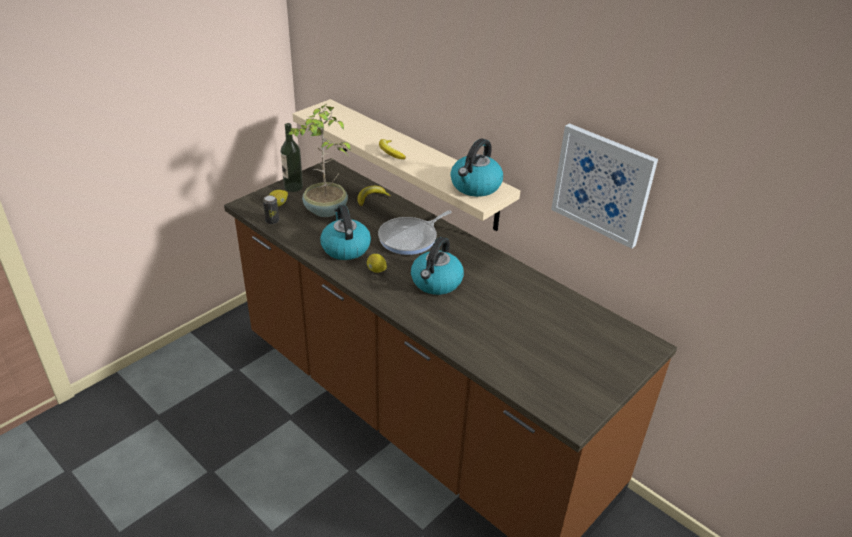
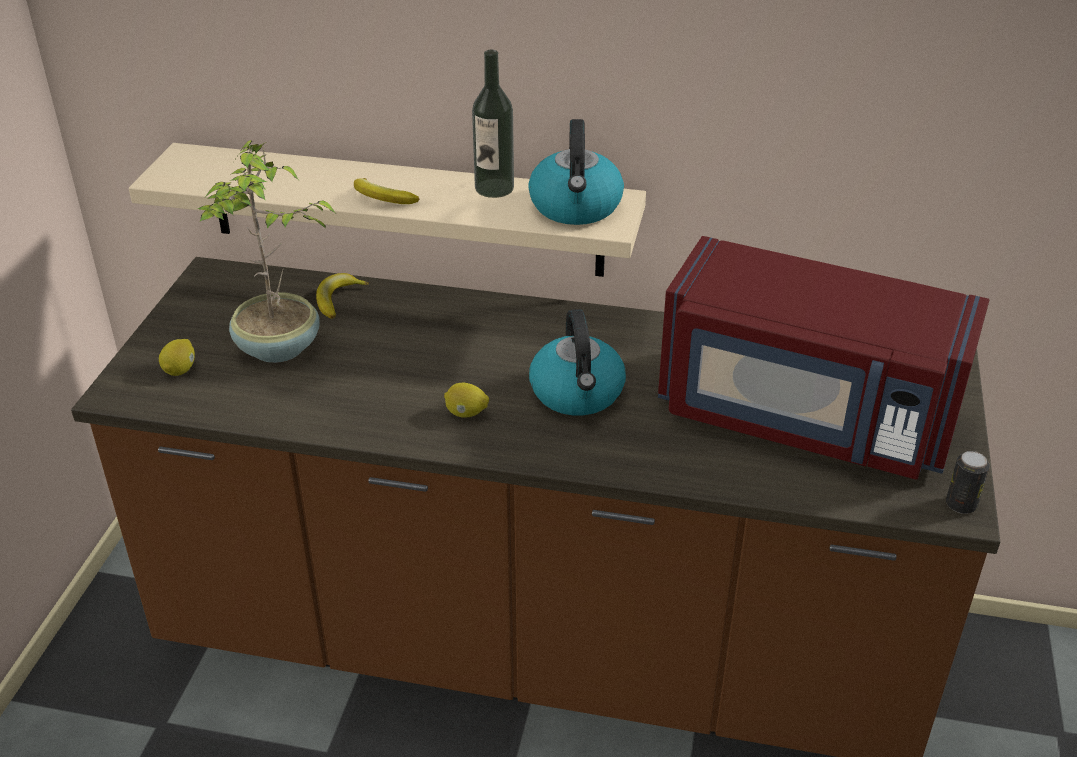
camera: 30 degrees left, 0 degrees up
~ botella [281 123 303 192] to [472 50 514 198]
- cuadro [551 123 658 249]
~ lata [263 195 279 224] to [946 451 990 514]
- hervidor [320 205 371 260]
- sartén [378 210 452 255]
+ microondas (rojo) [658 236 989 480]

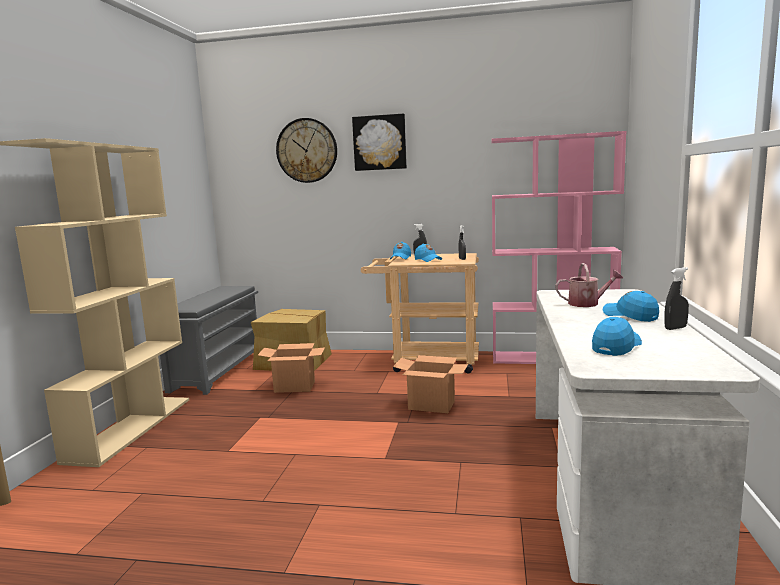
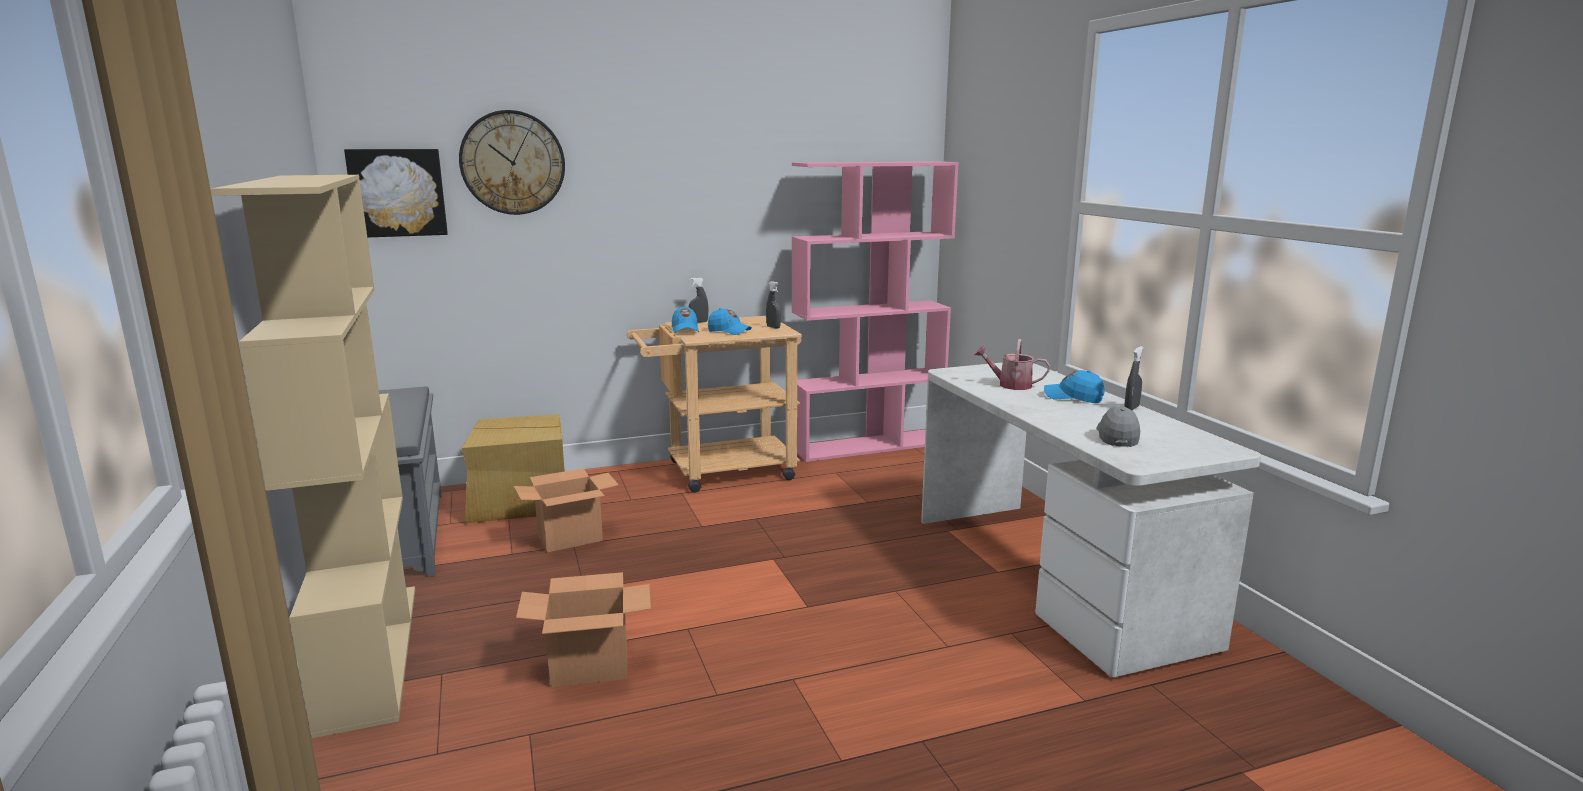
camera: 30 degrees left, 5 degrees up
~ cuadro [352 114 407 171] to [344 149 448 238]
~ regadera [555 263 623 307] = [974 339 1050 390] 135 degrees counterclockwise
~ gorra (azul) [592 317 642 356] to gorra (gris) [1096 406 1140 447]
~ caja de cartón [393 355 468 413] to [516 572 651 687]

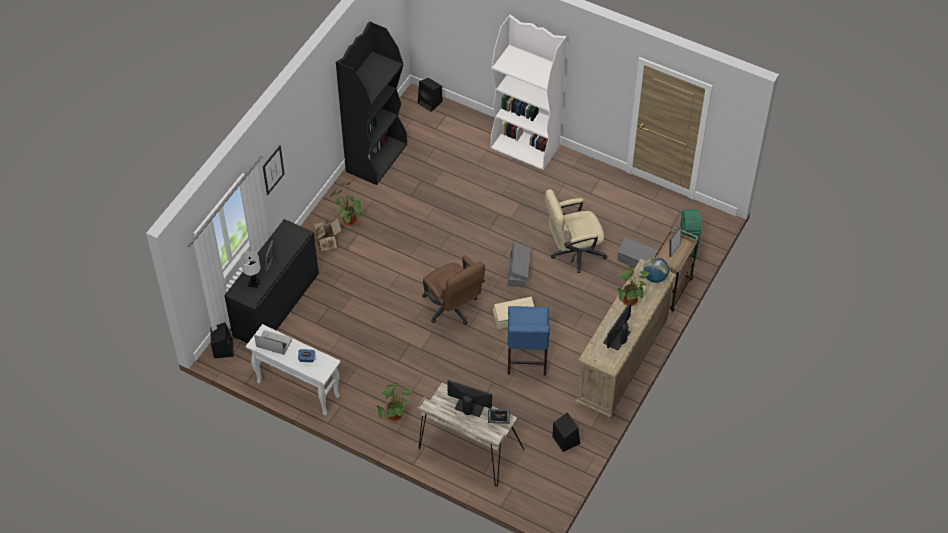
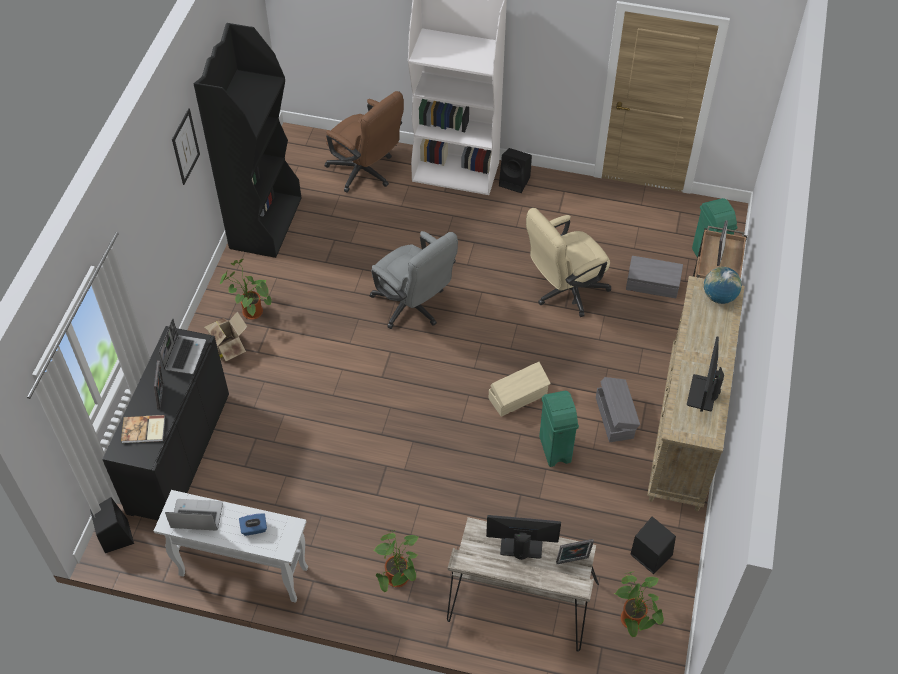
camera: 15 degrees left, 0 degrees up
~ altavoz (negro) [418 78 442 112] to [499 148 532 193]
~ cuadro [263 145 285 195] to [172 108 200 185]
~ caja de almacenaje (gris) [508 242 530 287] to [596 377 640 442]
~ lámpara de mesa (blanco) [241 251 261 288] to libro [121 415 165 443]
~ silla de oficina (marrón) [422 255 485 325] to [325 91 404 193]
~ planta en maceta [618 266 650 306] to [614 572 664 638]
~ silla (azul) [507 306 550 376] to papelera (verde) [539 390 579 467]
+ silla de oficina (gris) [370 231 458 329]
+ portátil [159 318 206 374]

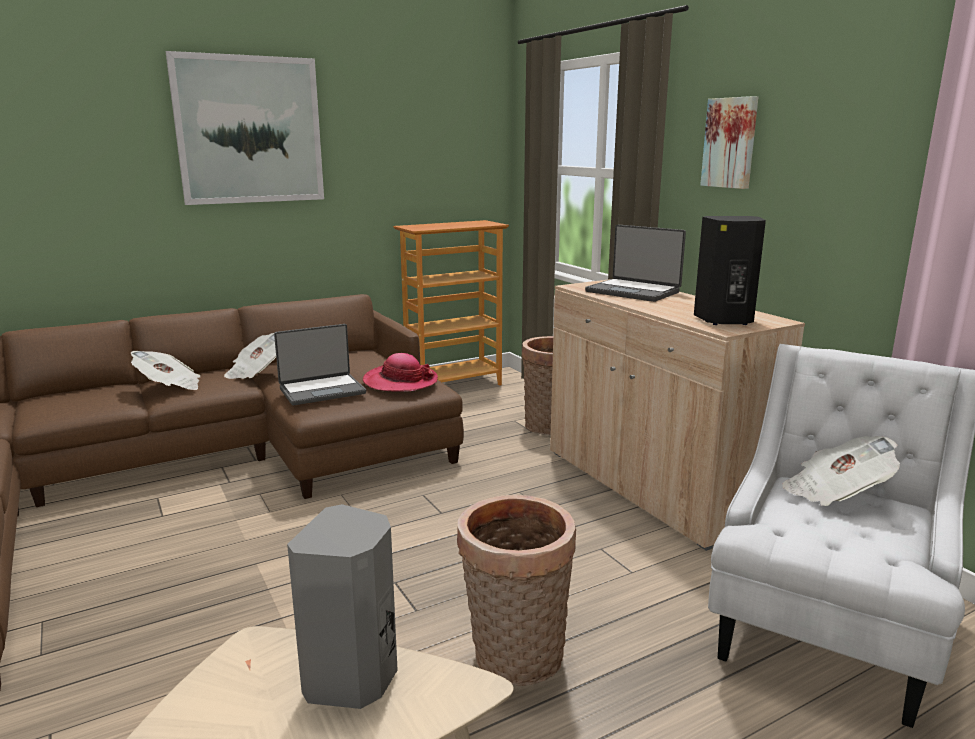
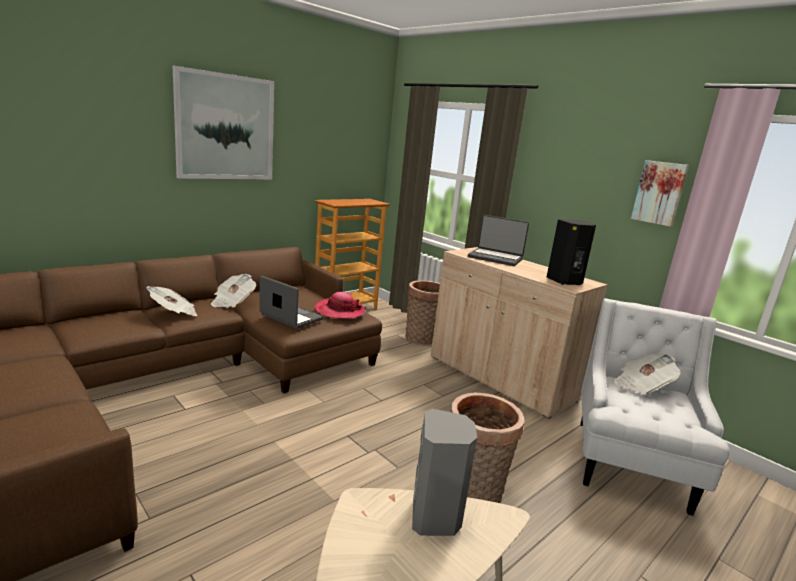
camera: 15 degrees left, 0 degrees up
~ cuadro [700 96 758 189] to [631 160 689 227]
~ portátil [274 324 366 405] = [259 276 324 329] 105 degrees counterclockwise

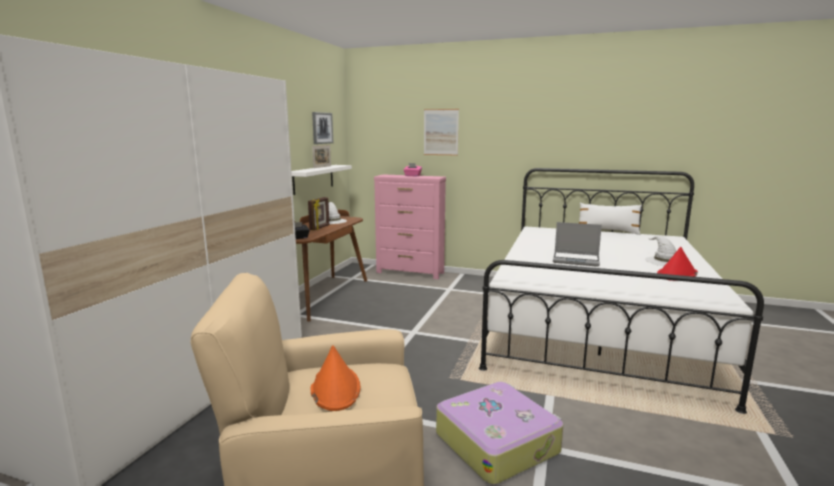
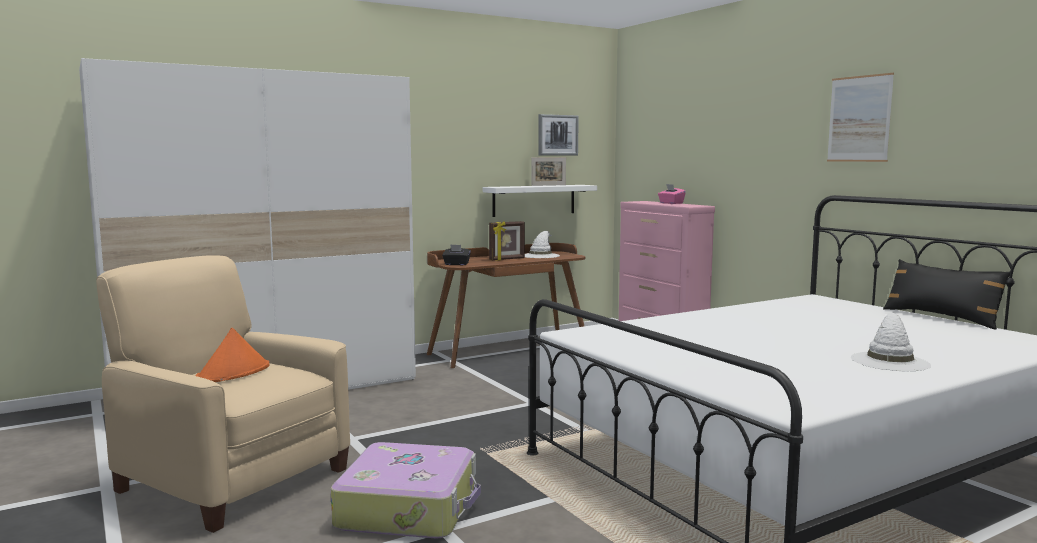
camera: 40 degrees right, 5 degrees down
~ cuadro [424 109 459 156] to [827 73 894 162]
~ cojín (blanco) [579 203 642 235] to cojín (negro) [883 259 1010 329]
- portátil [553 222 602 267]
- sombrero (rojo) [657 247 698 281]

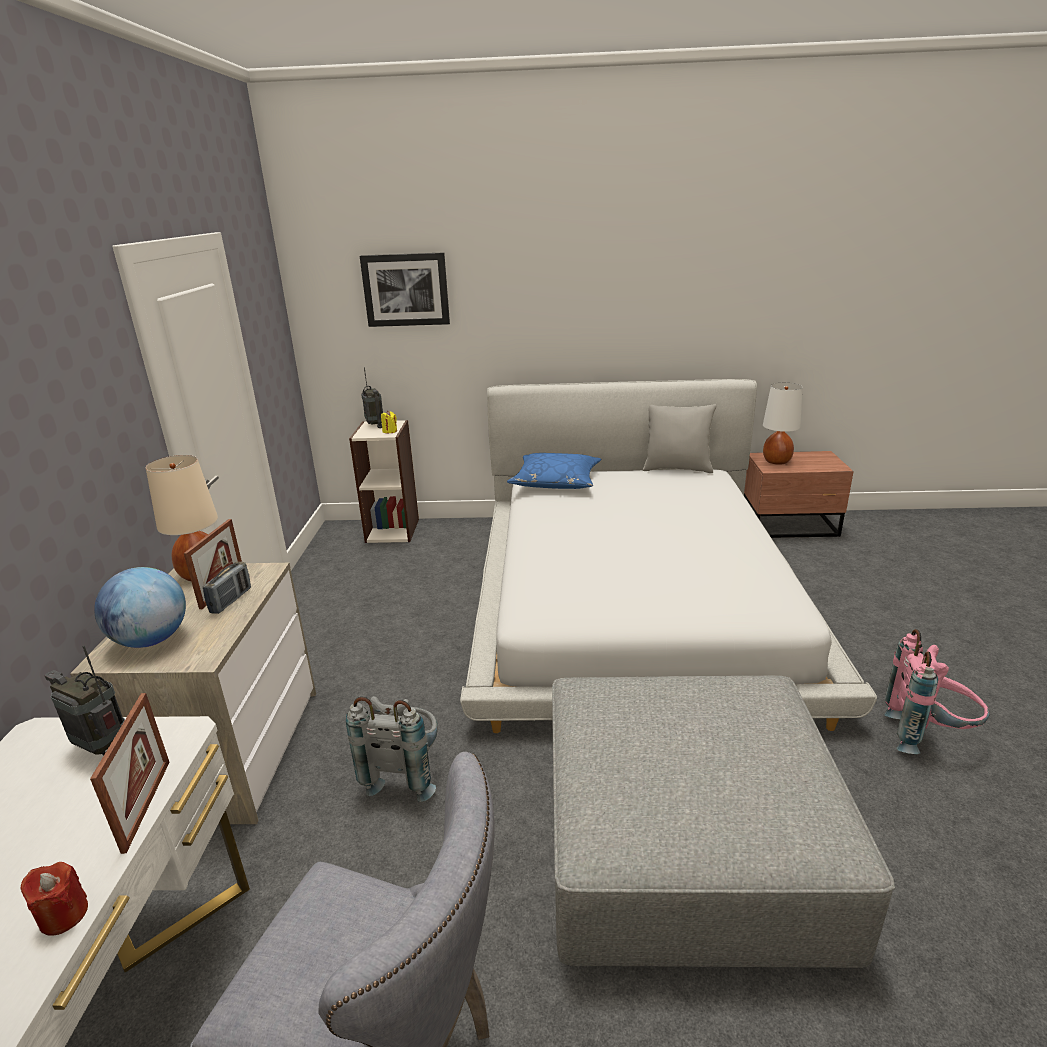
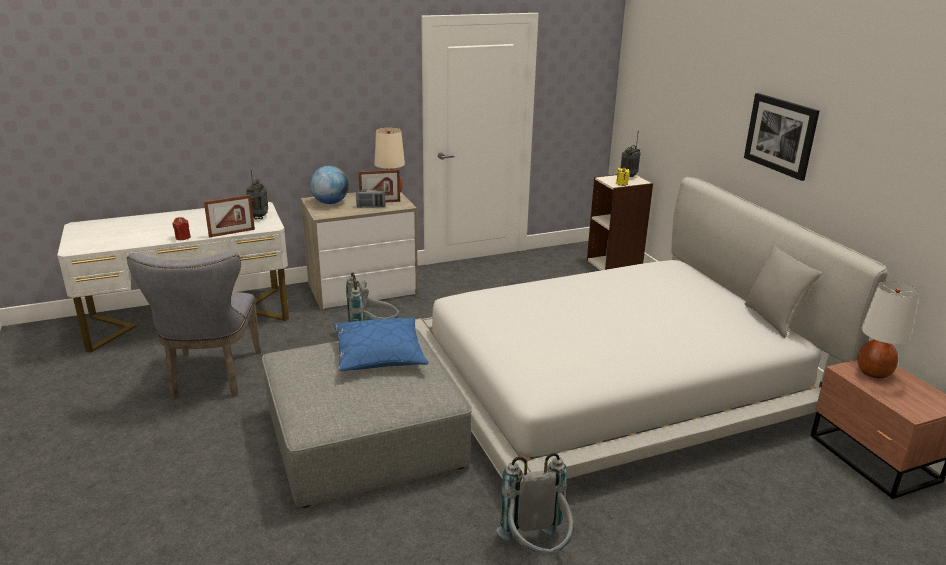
camera: 65 degrees right, 0 degrees up
~ cuadro [360 252 450 327] to [744 93 819 181]
~ cojín (azul) [507 453 601 489] to [334 318 428 371]
~ mochila (rosa) [884 629 990 754] to mochila (gris) [496 453 574 554]

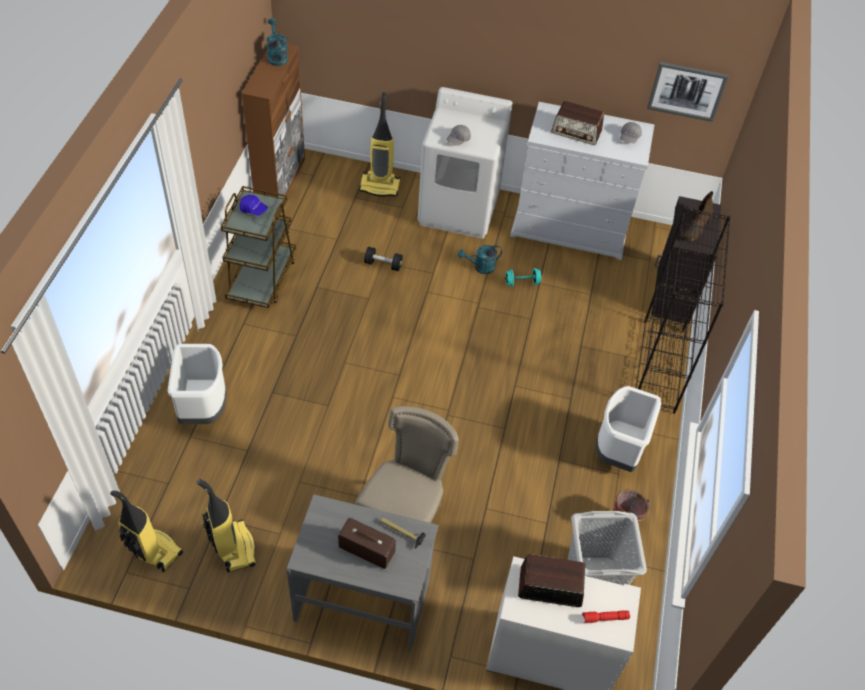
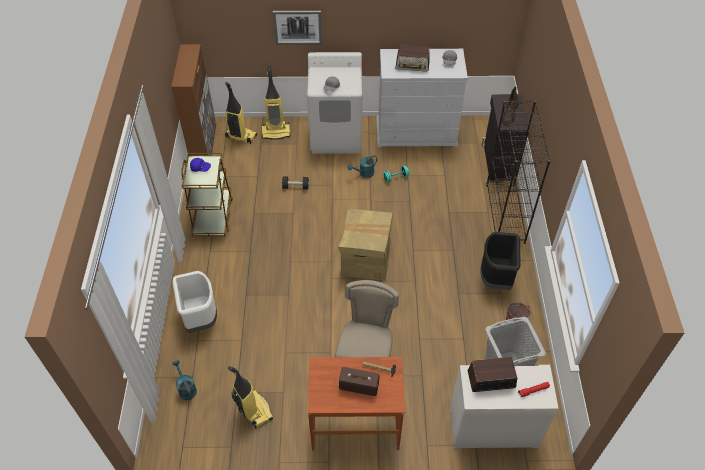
camera: 10 degrees left, 0 degrees up
~ regadera (turquesa) [266 18 288 66] to [172 360 197 400]
~ cuadro [647 62 729 122] to [273 11 322 45]
~ papelera (blanco) [596 386 661 472] to papelera (negro) [480 232 520 290]
~ aspiradora [110 490 183 572] to [225 82 257 144]
~ escritorio (gris) [287 494 439 652] to escritorio (marrón) [308 357 405 451]
+ caja de cartón [338 209 393 281]

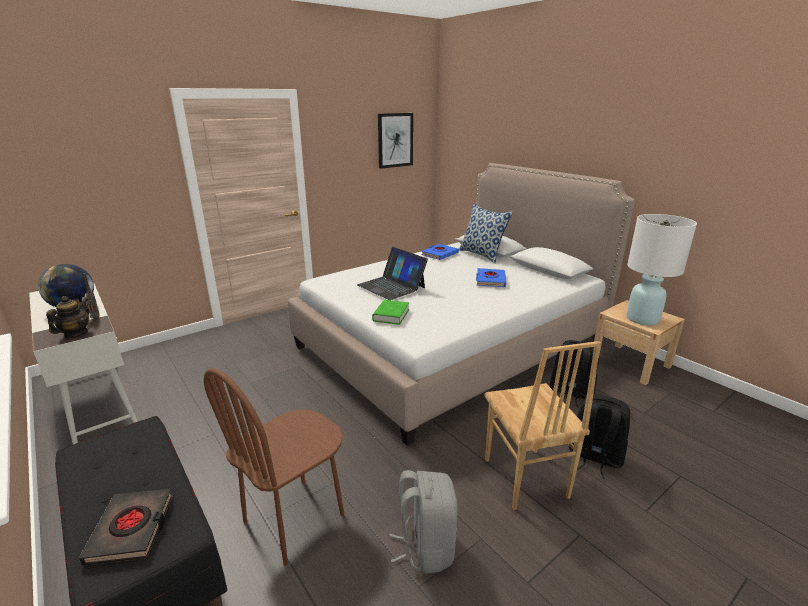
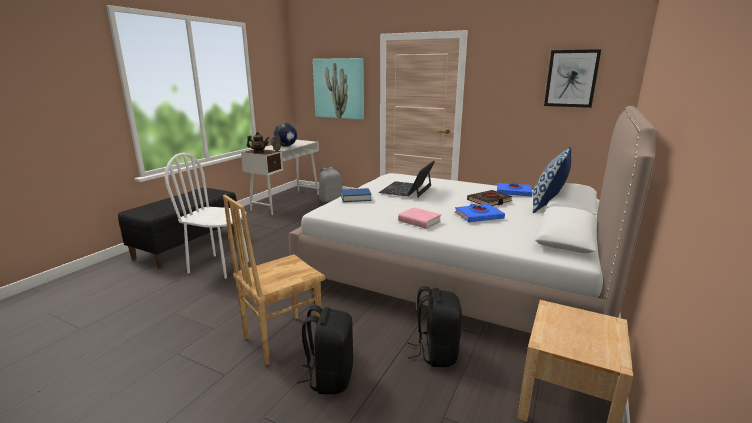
camera: 65 degrees right, 5 degrees down
- lámpara de mesa (blanco) [627 214 697 325]
~ libro (verde) [372 300 409 325] to libro (azul) [341 188 372 202]
~ silla (marrón) [204 368 344 566] to silla (blanco) [165 153 249 279]
~ mochila (gris) [389 470 458 574] to [319 167 342 202]
~ libro (negro) [78 489 173 566] to [467 190 513 206]
+ cuadro [313 58 364 120]
+ libro (rosa) [398 208 441 229]

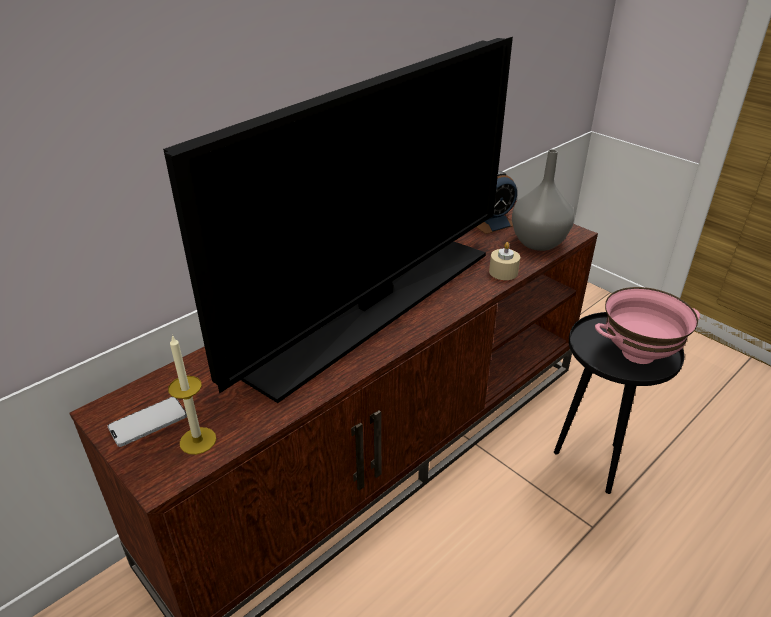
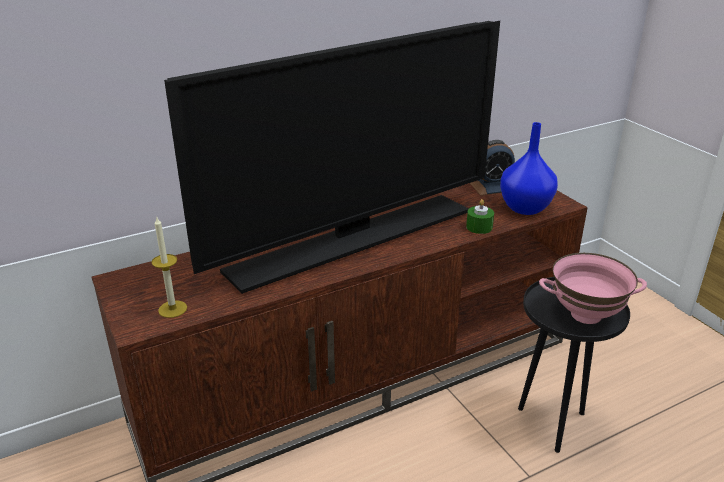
camera: 15 degrees right, 5 degrees down
~ florero (gris) [512 149 574 251] to florero (azul) [500 122 558 215]
~ vela (beis) [489 242 520 280] to vela (verde) [466 199 494 234]
- móvil [108 397 187 447]

